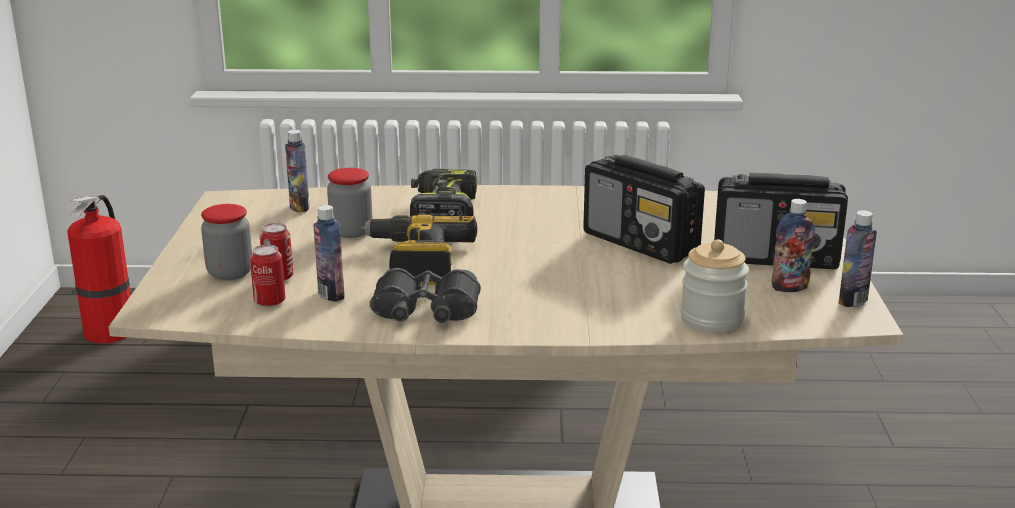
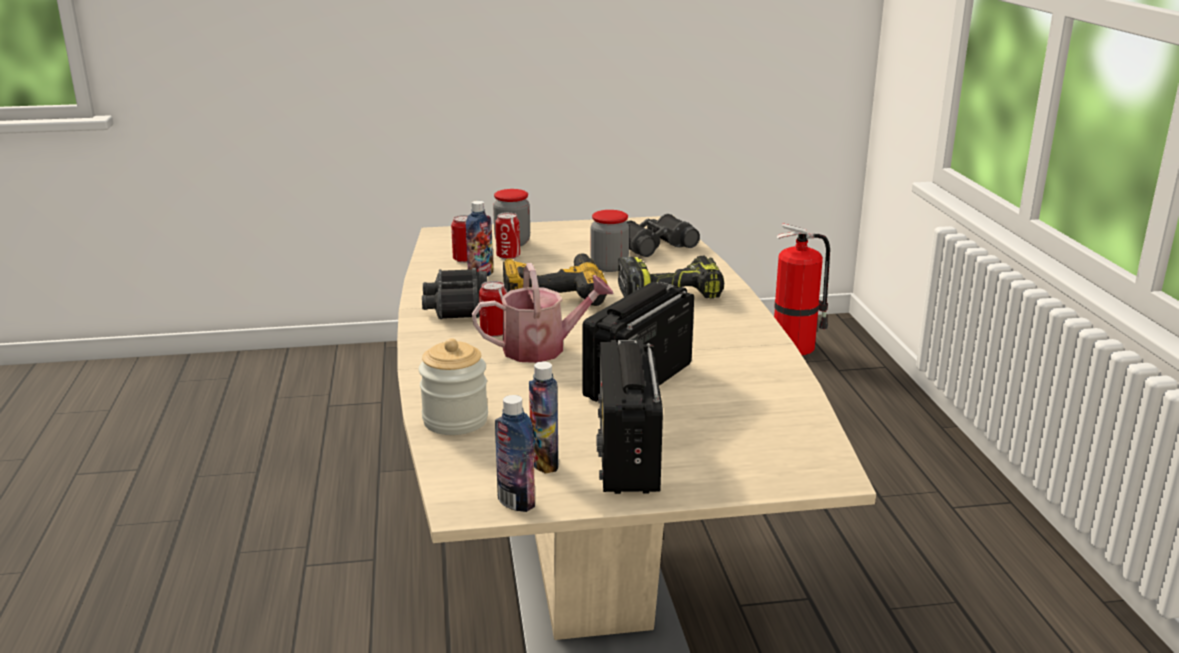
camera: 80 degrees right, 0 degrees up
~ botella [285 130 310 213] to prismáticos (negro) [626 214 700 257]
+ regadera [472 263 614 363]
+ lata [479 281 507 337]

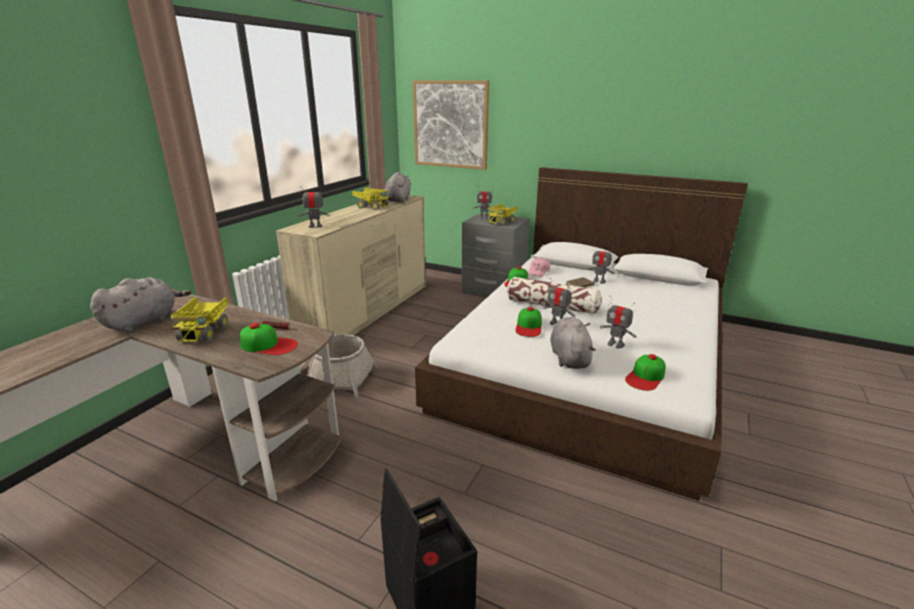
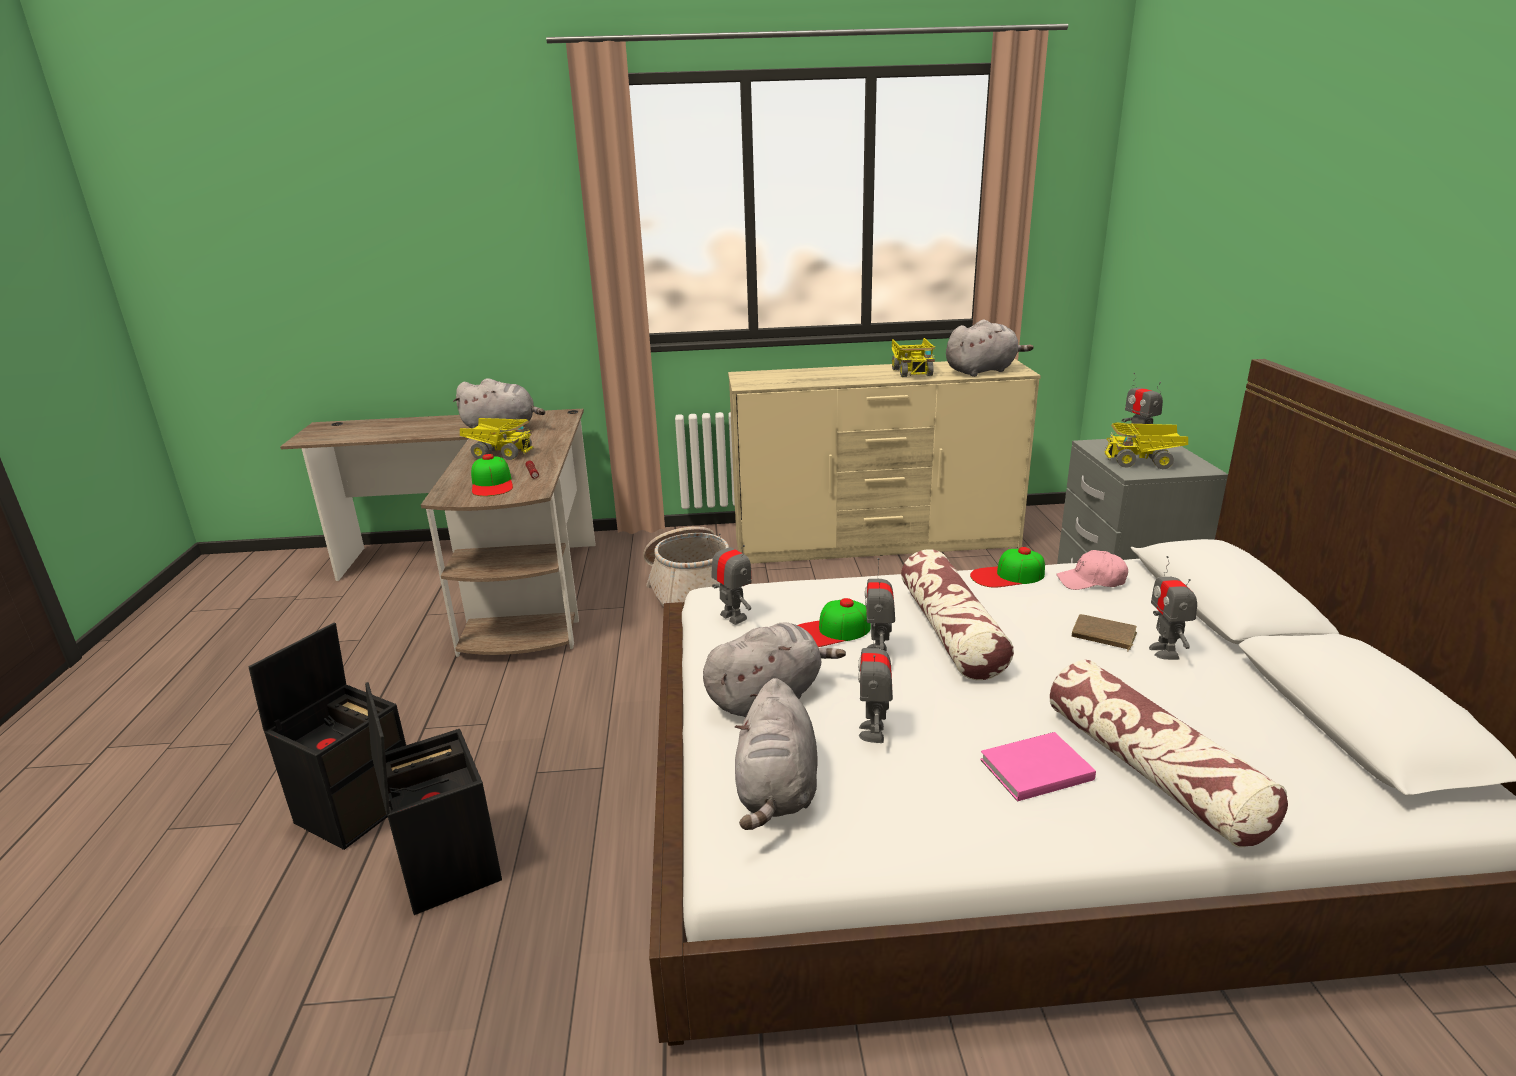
camera: 60 degrees right, 0 degrees up
- cuadro [413 80 489 170]
~ robot de juguete [298 184 330 228] to [711 533 752 625]
~ camión de juguete [170 297 228 343] = [460 418 534 460] 135 degrees counterclockwise
~ gorra [625 354 666 391] to peluche (gris) [735 678 818 830]
+ cojín [1050 660 1288 848]
+ caja de almacenaje (negro) [365 682 502 915]
+ libro (rosa) [980 732 1096 802]

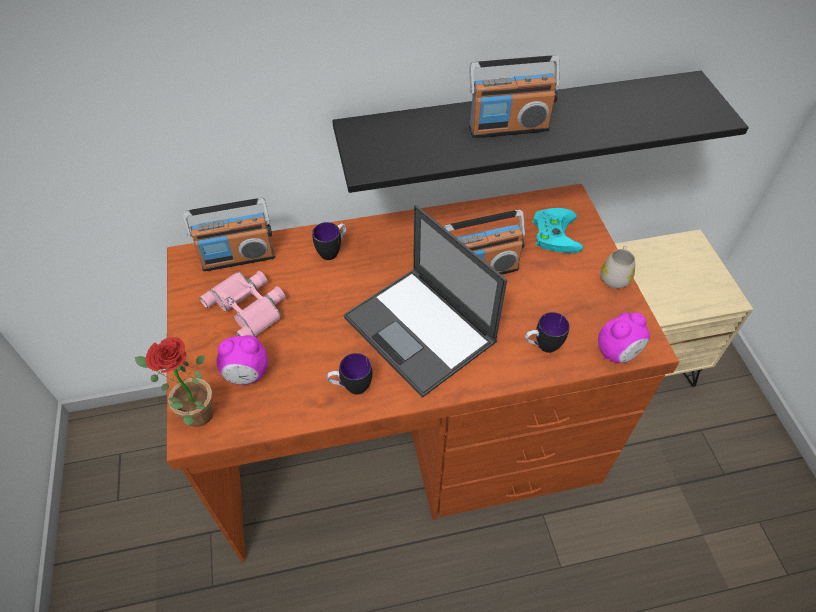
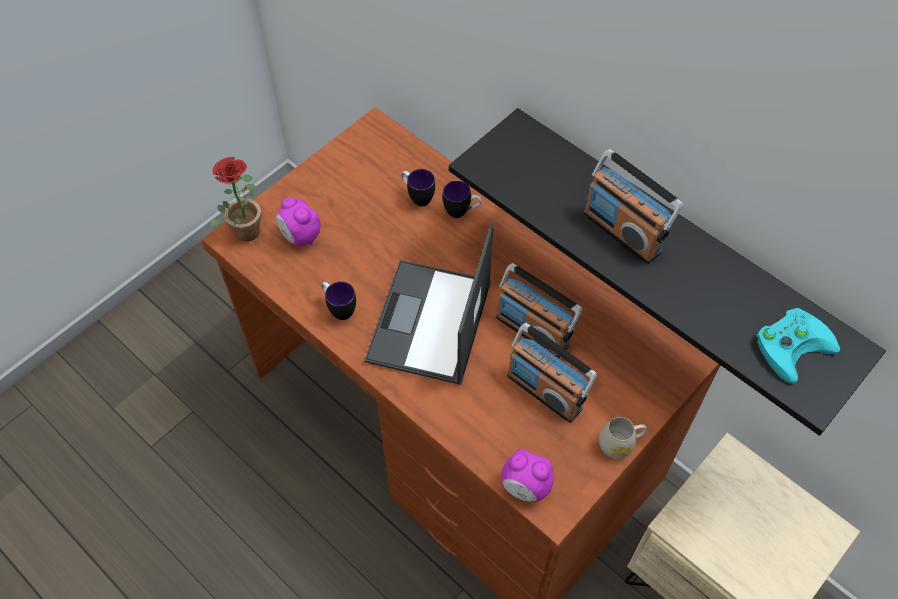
camera: 55 degrees right, 5 degrees up
~ radio [183 198 275 272] to [507 323 597 423]
~ mando de consola (turquesa) [532 208 583 253] to [756 308 840 384]
- prismáticos (rosa) [199 271 286 337]
~ taza grande [525 312 570 353] to [402 169 435 207]

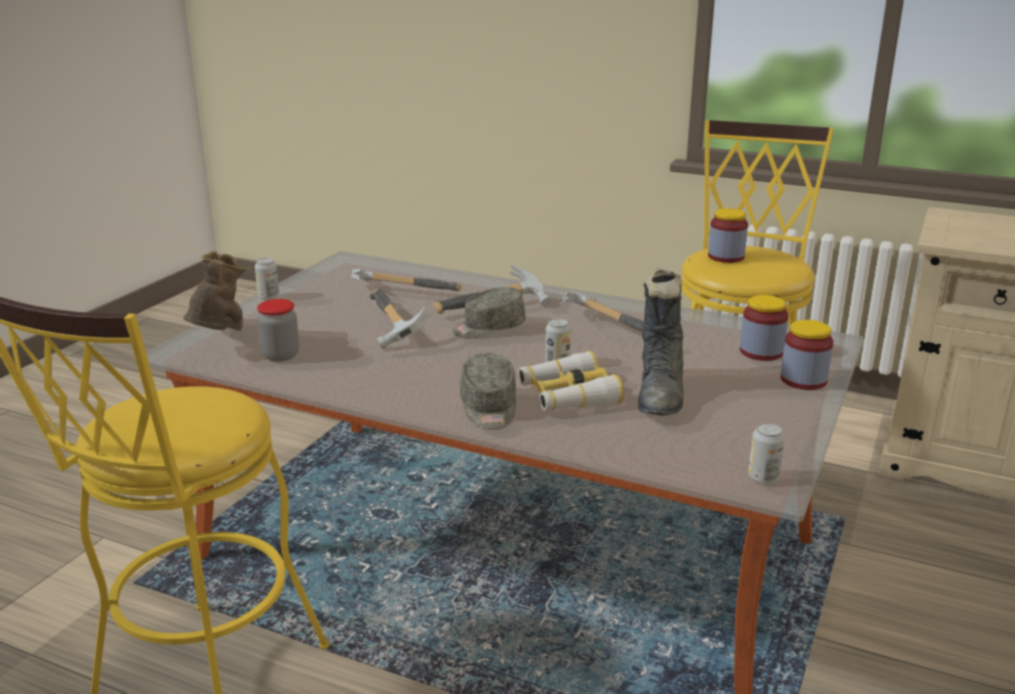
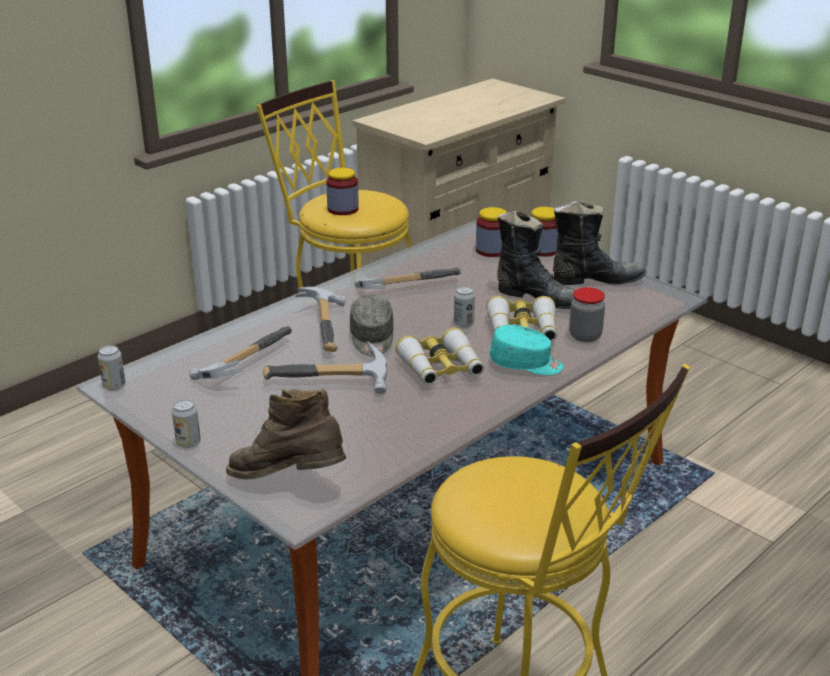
camera: 70 degrees left, 5 degrees up
~ tarro [257 299 299 362] to [569 287 605 342]
~ gorra (gris) [460 353 516 429] to gorra (turquesa) [490 325 564 375]
~ lata [748 423 784 484] to [98 345 126 390]
+ bota (negro) [553 201 646 285]
+ prismáticos [395 328 485 385]

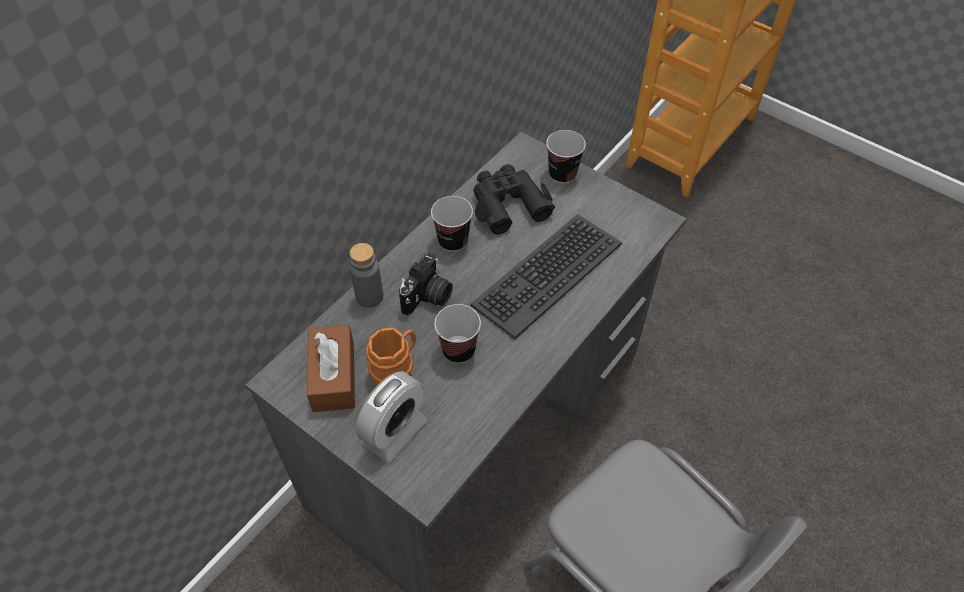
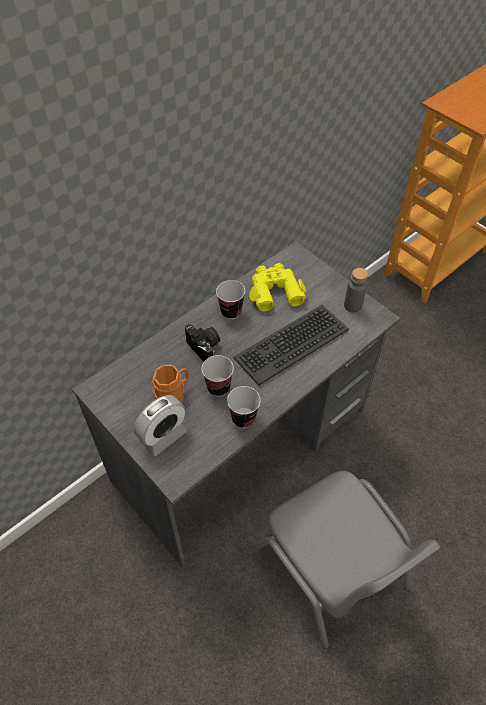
camera: 10 degrees right, 0 degrees up
~ taza [546 130 586 184] to [227 386 261 428]
~ prismáticos (negro) [473 164 555 235] to prismáticos (amarillo) [249 263 306 311]
~ botella (gris) [350 243 383 308] to [344 268 368 313]
~ cámara [399 253 453 315] = [185 324 220 362] 75 degrees counterclockwise
- caja de pañuelos (marrón) [307 325 355 412]

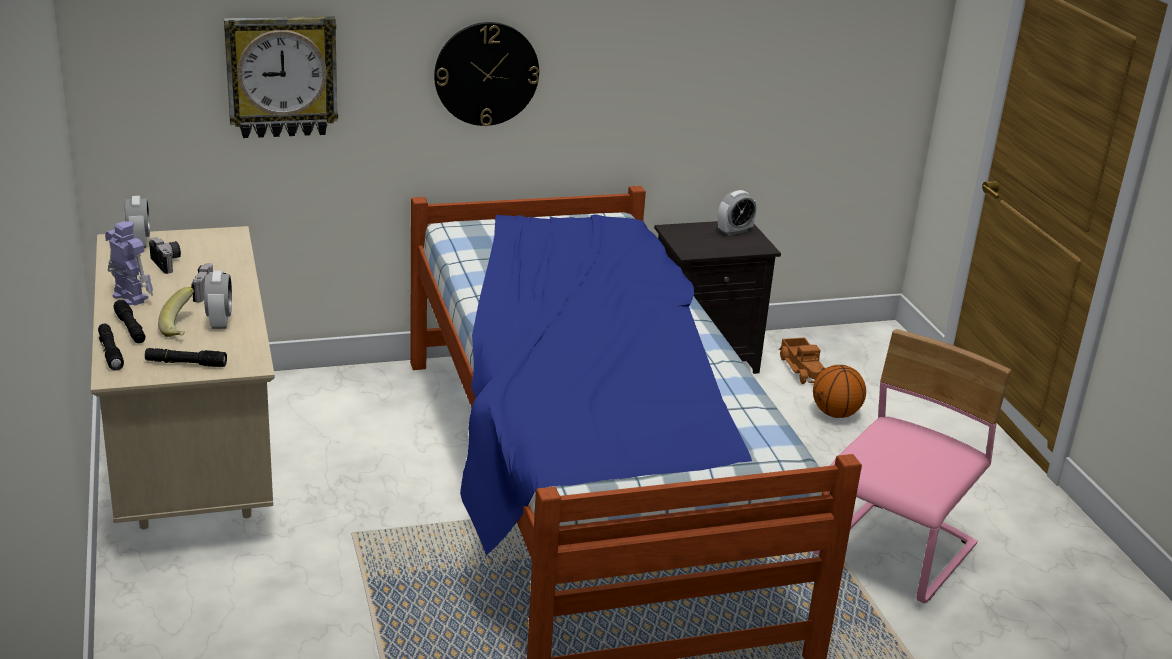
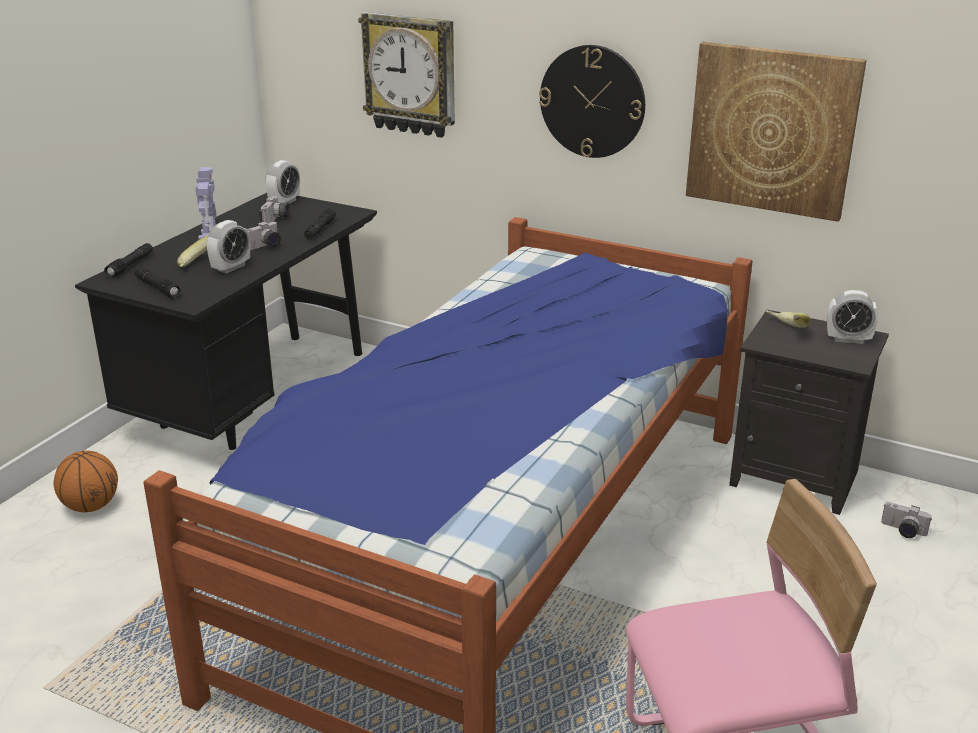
camera: 45 degrees right, 0 degrees up
~ escritorio (beis) [91 226 275 529] to escritorio (negro) [75 193 377 450]
~ linterna (negro) [113 300 145 343] to [304 208 336 239]
~ camión de juguete [778 338 826 384] to cámara [881 502 932 538]
~ balón de baloncesto [813 365 866 418] to [53 450 118 512]
+ cuadro [686 42 867 222]
+ plátano [766 310 811 328]

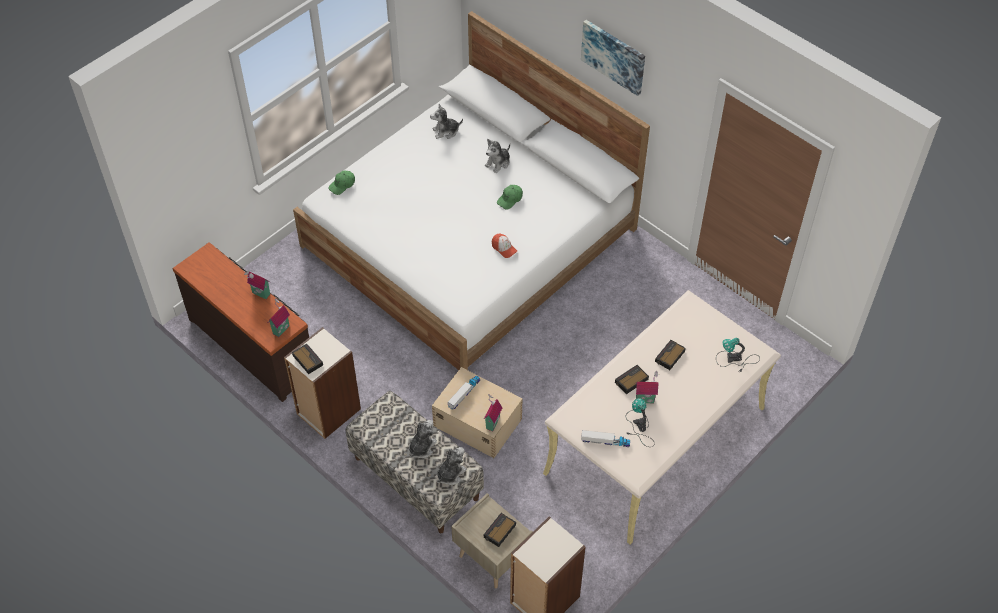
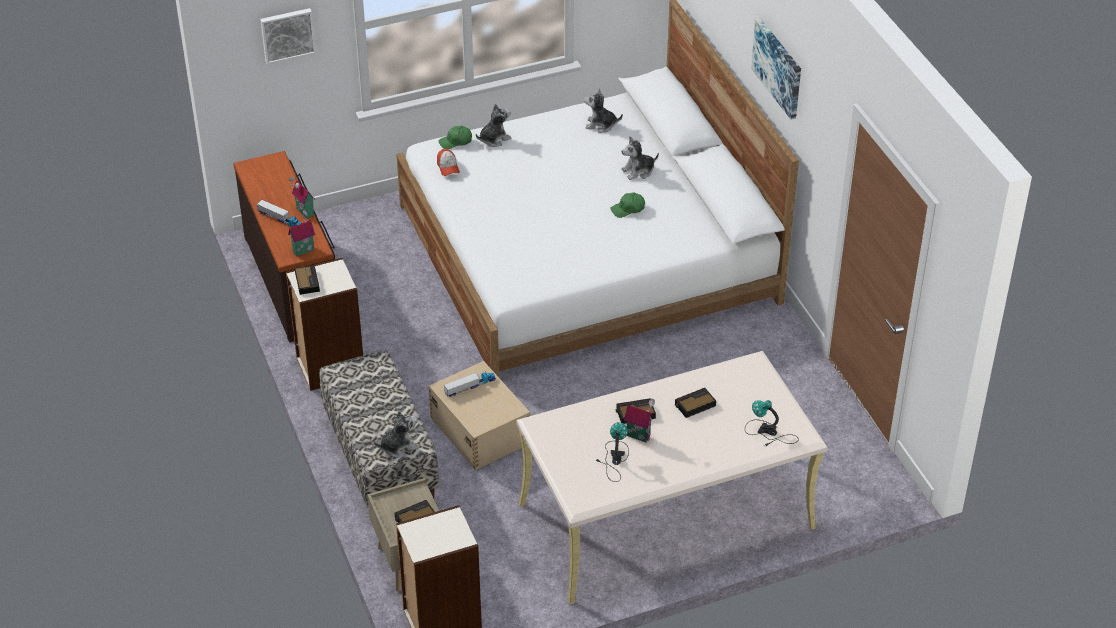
camera: 25 degrees right, 10 degrees down
~ gorra [492 233 517 258] to [437 149 460 176]
- casita [483 393 503 431]
~ peluche [409 420 437 458] to [476 104 511 147]
~ camión de juguete [581 430 630 447] to [257 200 302 226]
+ cuadro [260 8 316 64]

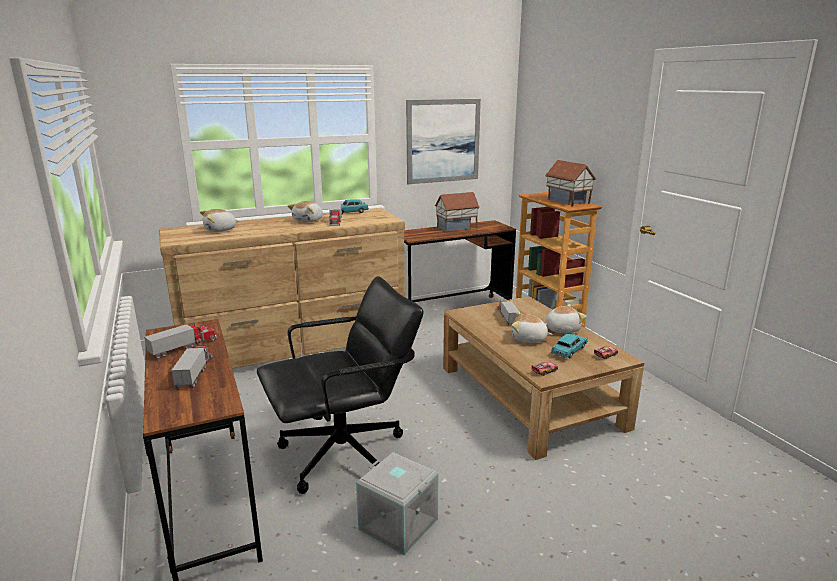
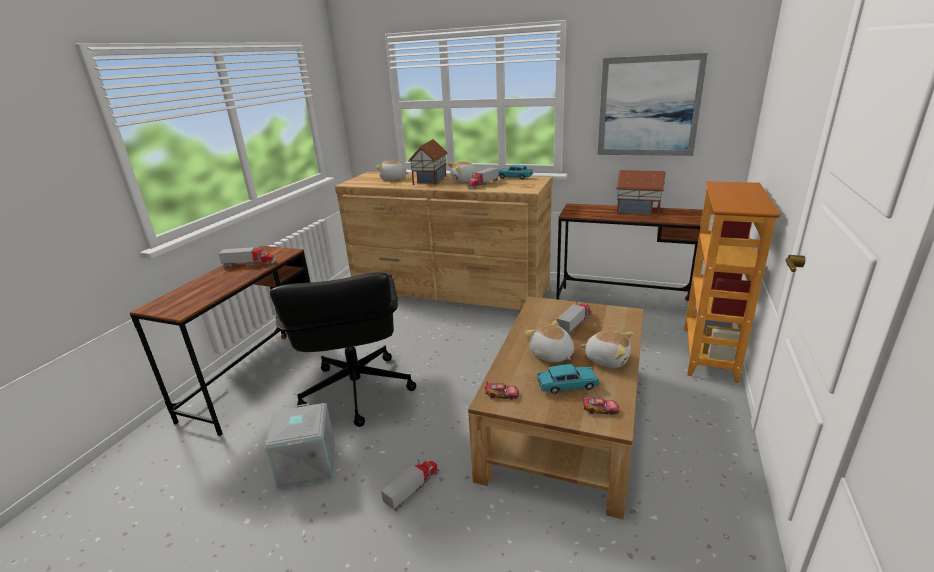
camera: 45 degrees right, 5 degrees up
~ casita [545 160 596 207] to [408 139 448 185]
~ silla de oficina (negro) [257 276 423 494] = [270 272 416 427] 60 degrees clockwise
~ camión de juguete [171 344 213 389] to [381 460 440 511]

